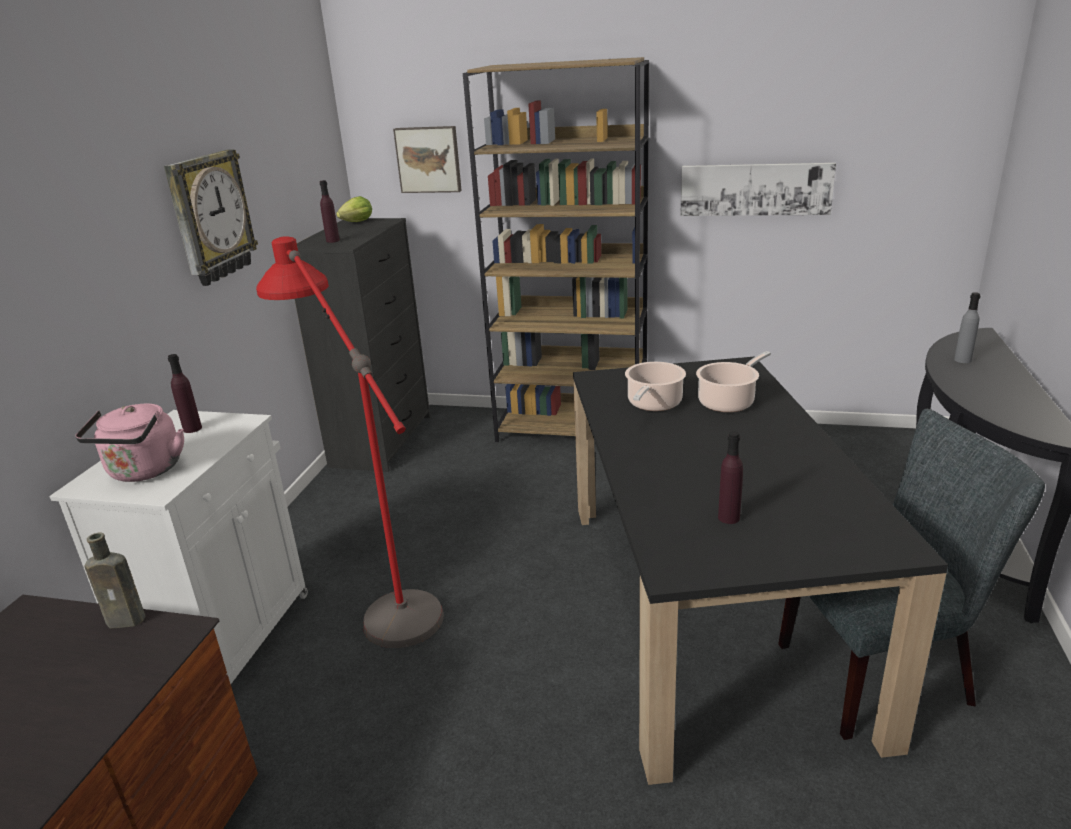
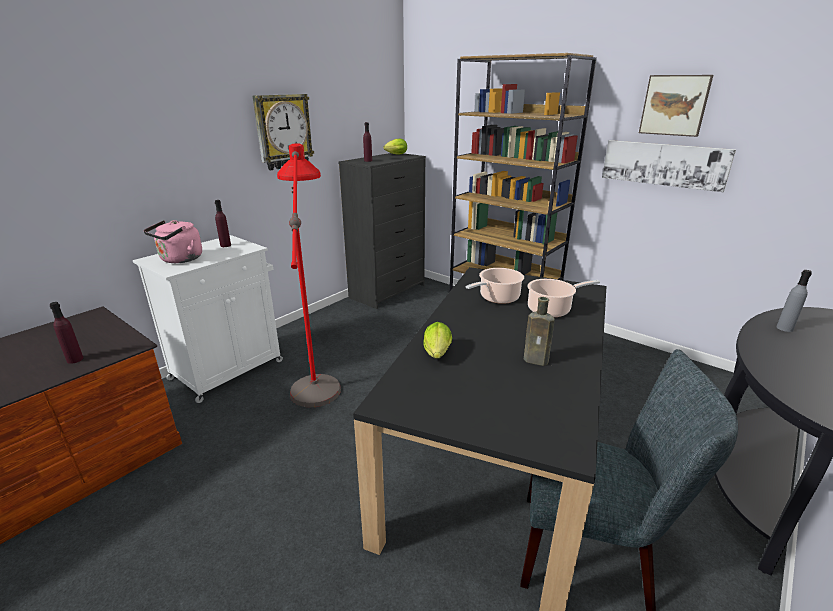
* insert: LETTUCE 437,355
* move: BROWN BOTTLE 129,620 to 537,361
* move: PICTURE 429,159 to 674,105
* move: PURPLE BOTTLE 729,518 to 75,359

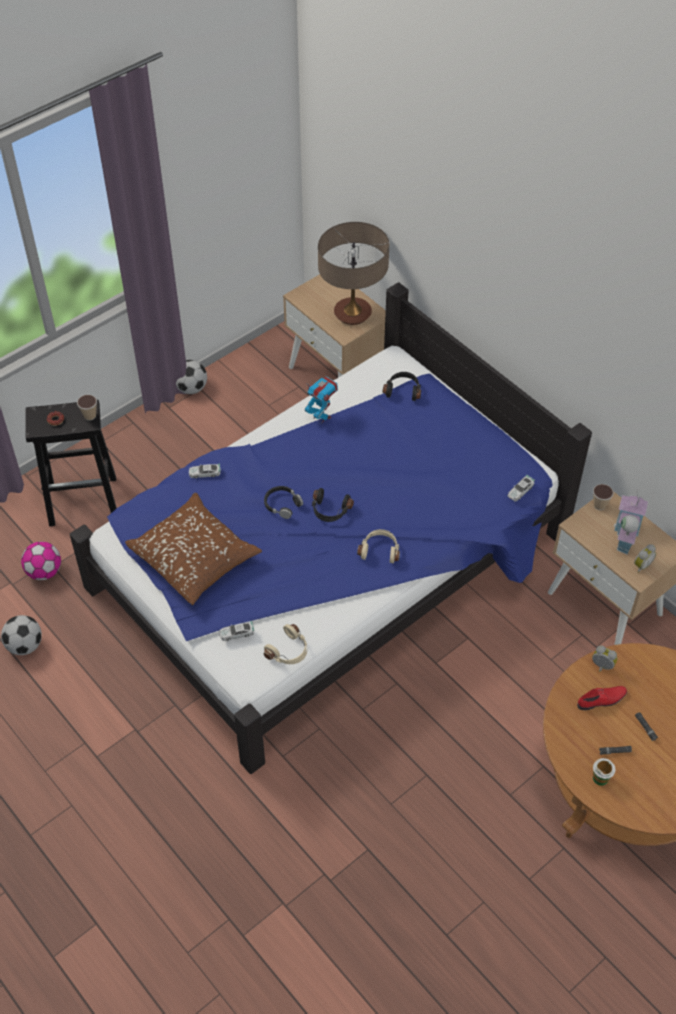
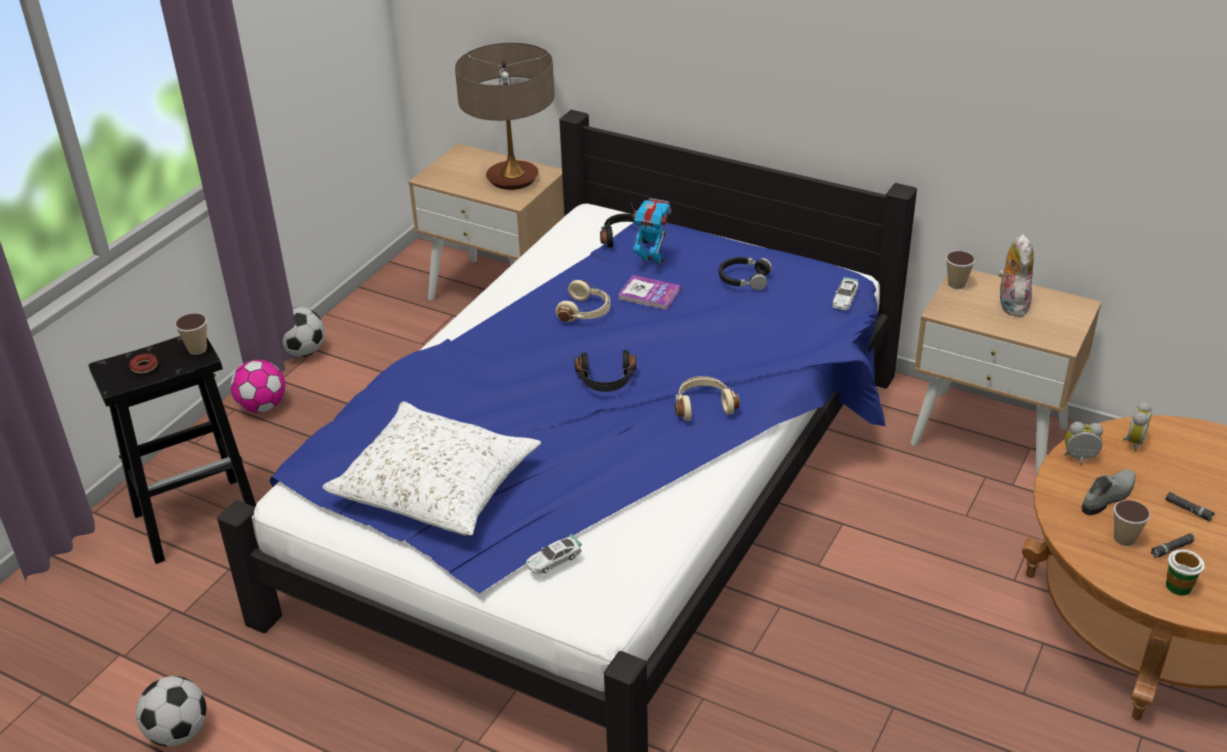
* delete: TOY CAR 204,473
* insert: BOOK 649,294
* insert: CUP 1124,539
* move: FOOTBALL 44,572 to 262,407
* move: BLACK HEADPHONES 282,504 to 744,279
* move: BEIGE HEADPHONES 289,651 to 586,312
* move: TOY ROBOT 321,417 to 652,263
* move: ALARM CLOCK 641,565 to 1132,442
* replace: TOY HOUSE 625,534 to PLUSH TOY 1010,304
* recolor: BROWN PILLOW 195,557 to WHITE PILLOW 437,486
* recolor: RED SHOE 602,700 to GREY SHOE 1109,496

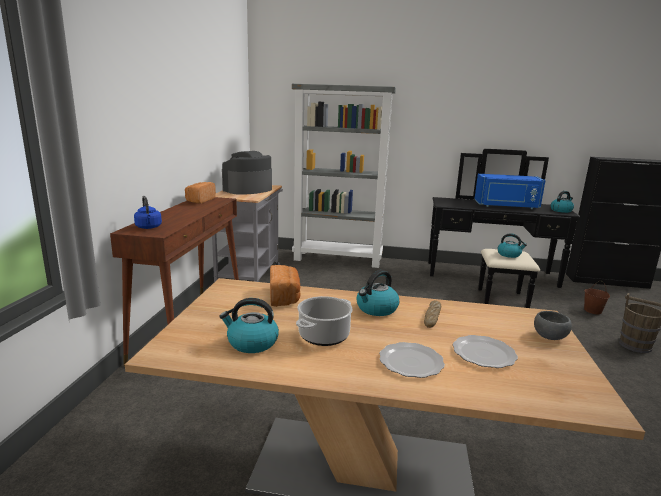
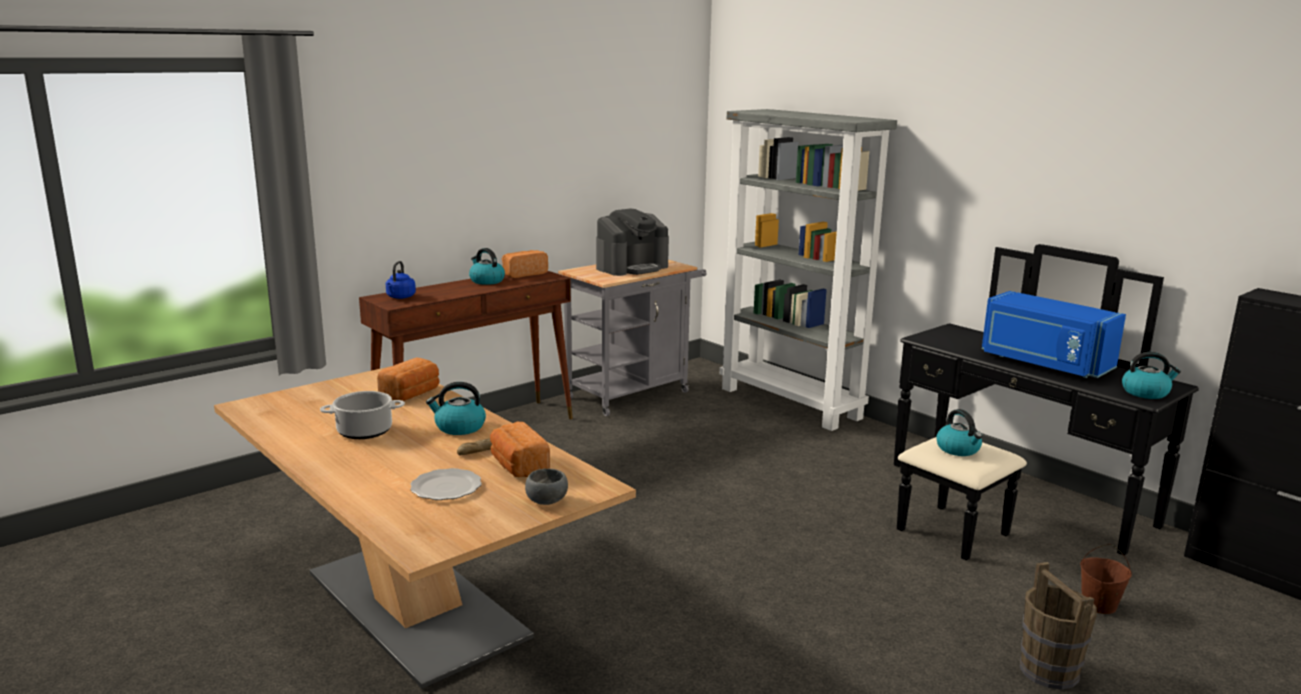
* delete: PLATE 410,362
* insert: BREAD 518,467
* move: KETTLE 251,343 to 486,281
* rotate: COFFEE MACHINE 247,190 = 632,267 150 degrees clockwise

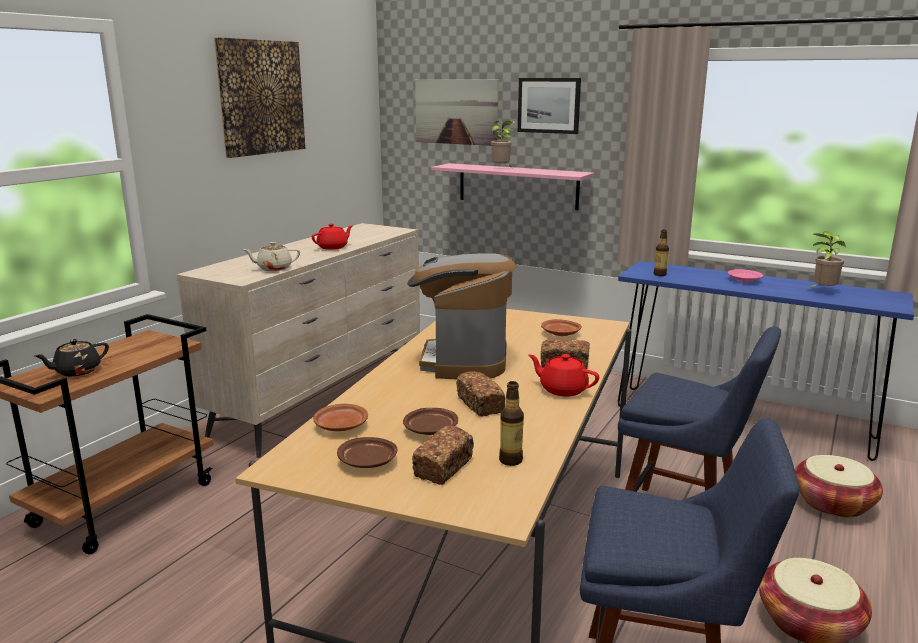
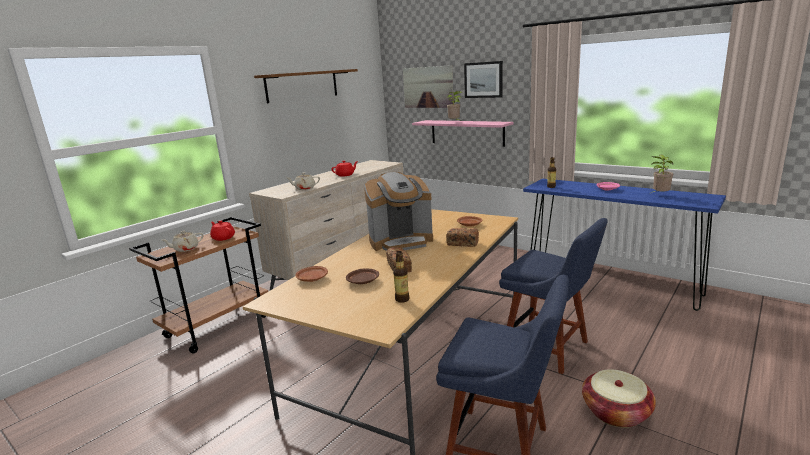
* delete: BROWN PLATE 368,462
* delete: BREAD 443,468
* delete: BASKET 833,503
* move: RED TEAPOT 562,389 to 223,238
* replace: PICTURE 261,97 to BROWN SHELF 302,86
* recolor: BLACK TEAPOT 77,371 to BEIGE TEAPOT 185,249
* rotate: COFFEE MACHINE 463,361 = 401,241 120 degrees counterclockwise

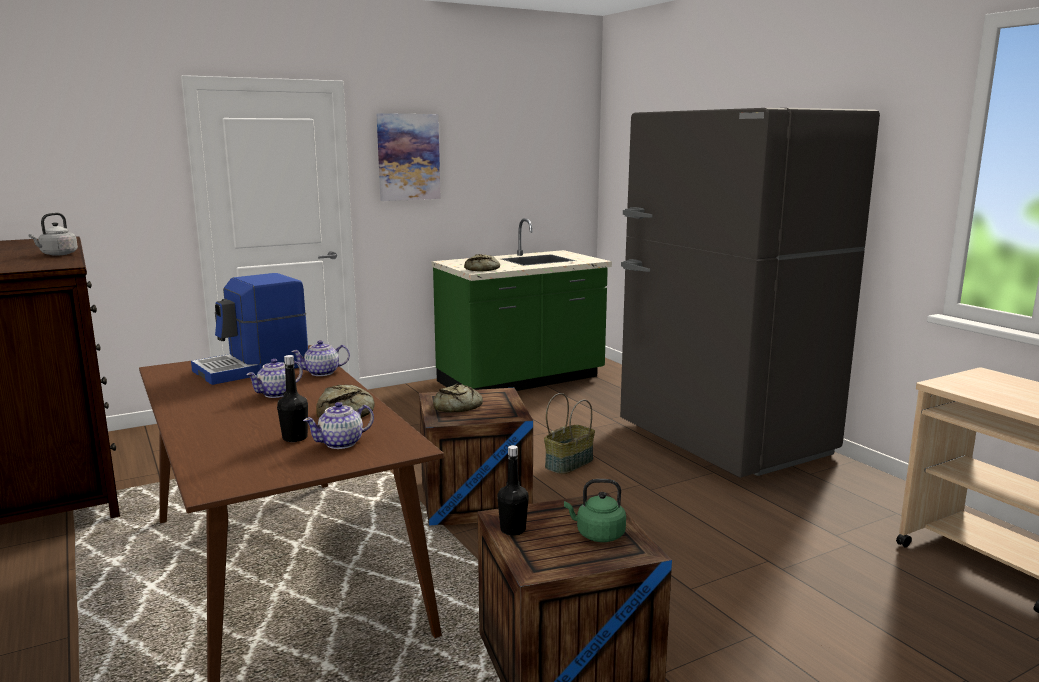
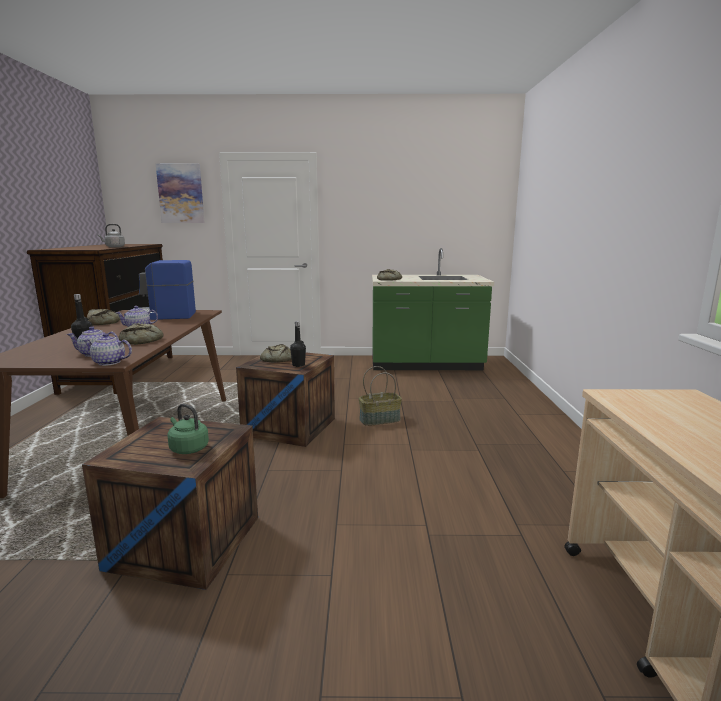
* delete: GREY FRIDGE 723,441
* insert: BREAD 104,322
* move: TEAPOT 322,373 to 109,362
* move: PICTURE 408,157 to 181,193
* move: BLACK BOTTLE 513,530 to 298,365

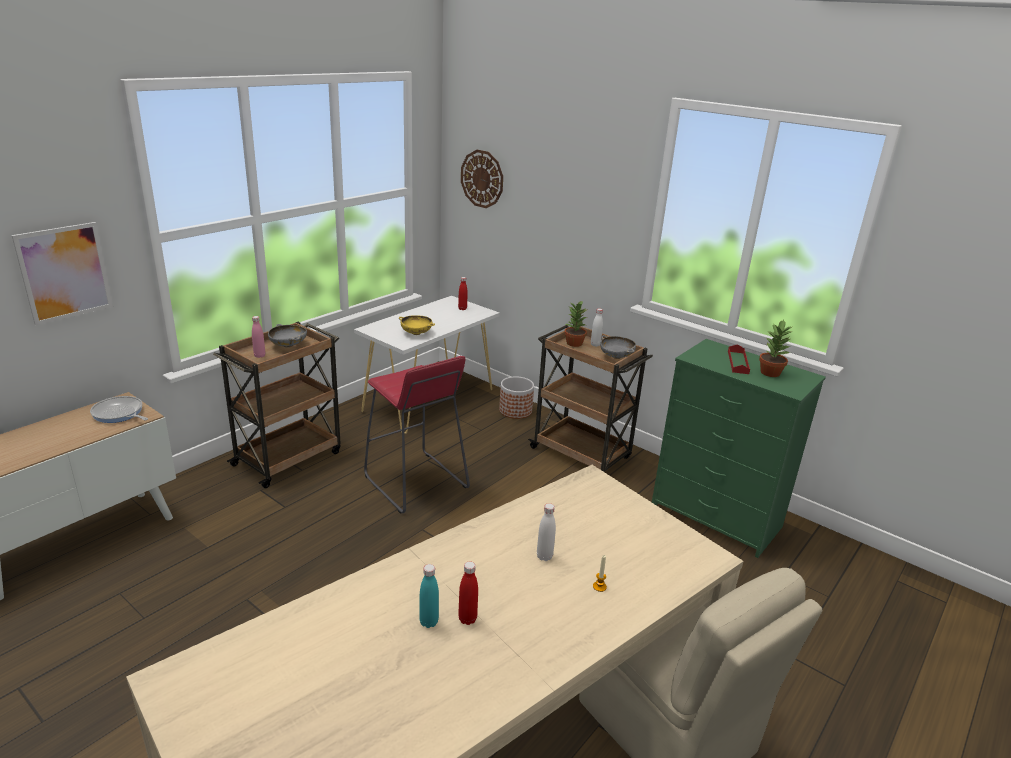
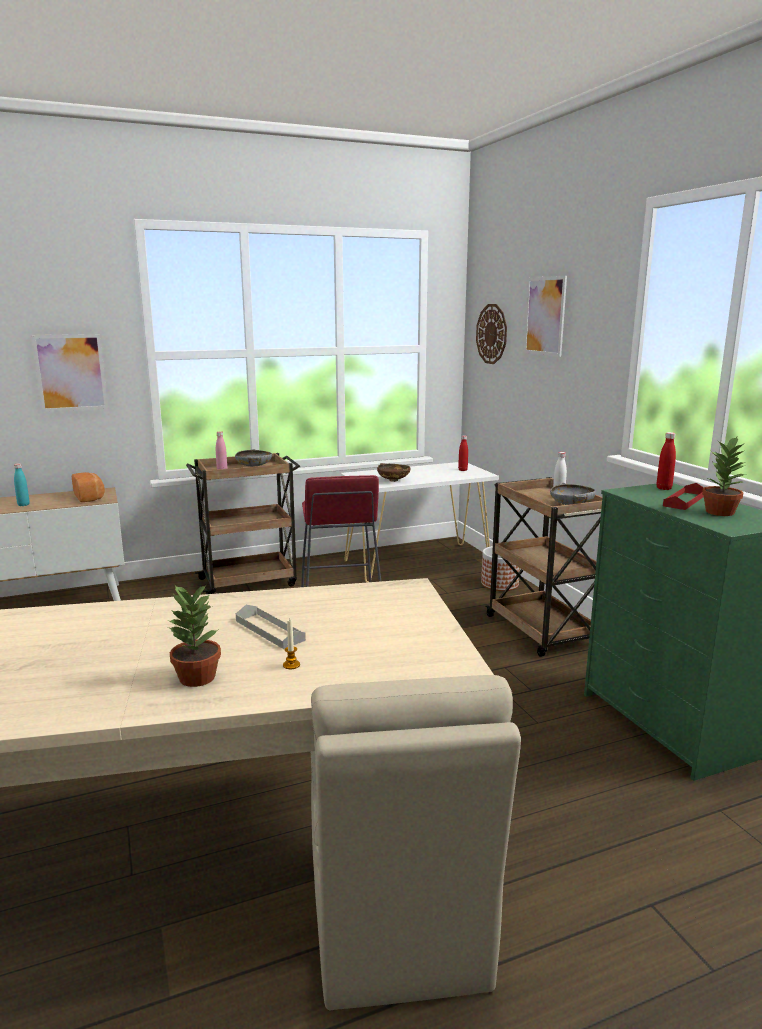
* insert: PICTURE 545,316
* move: TURQUOISE BOTTLE 429,622 to 23,505
* move: RED BOTTLE 467,619 to 664,488
* move: POTTED PLANT 574,343 to 196,677
* replace: FRYING PAN 119,414 to BREAD 90,497
* replace: WHITE BOTTLE 544,556 to GREY TRAY 269,630
* recolor: YELLOW BOWL 416,333 to BROWN BOWL 393,480

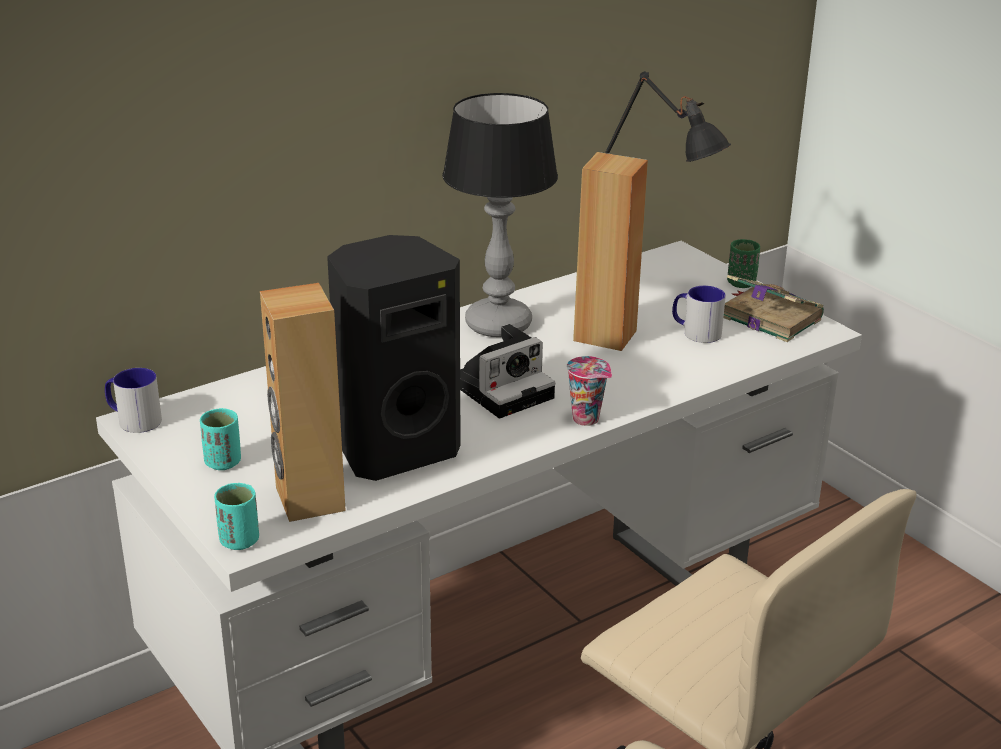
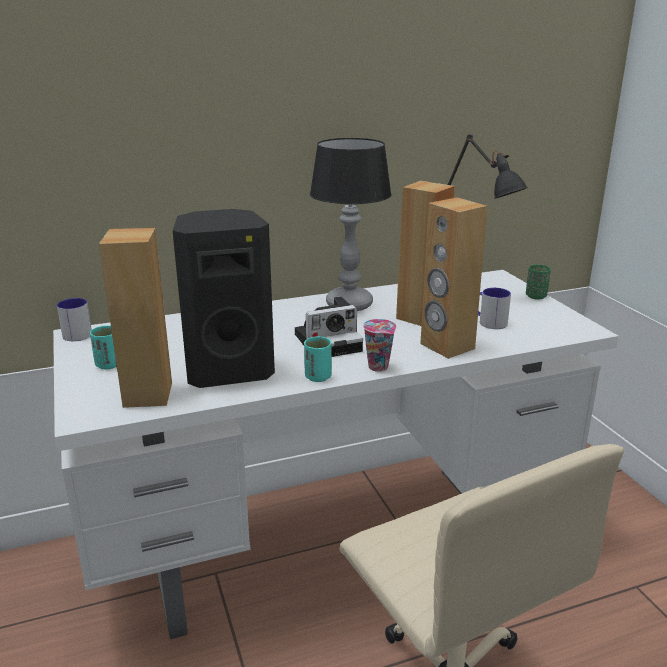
* delete: BOOK 769,317
* insert: BROWN SPEAKER 446,346
* move: TURQUOISE CUP 239,541 to 318,377

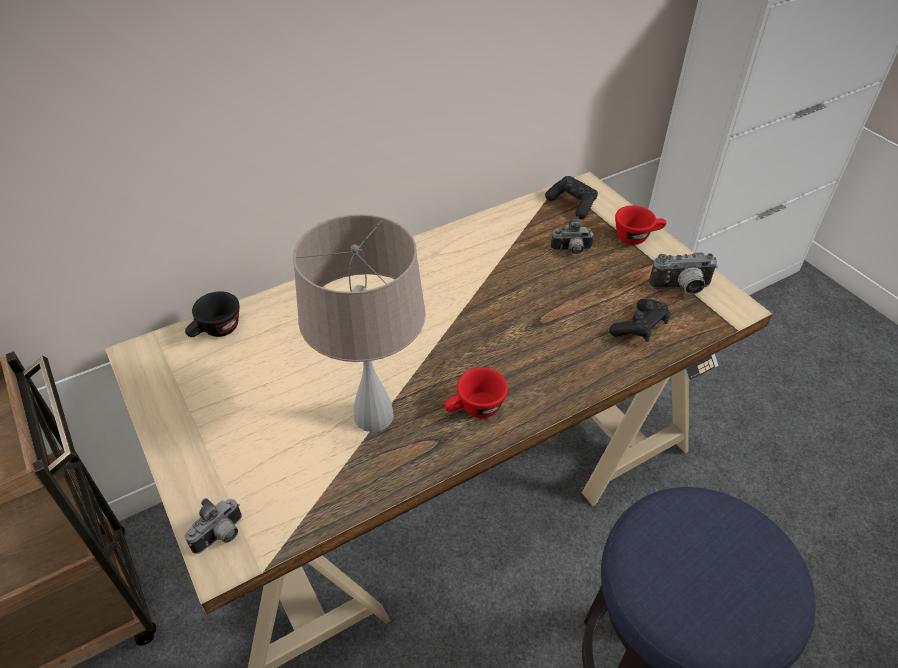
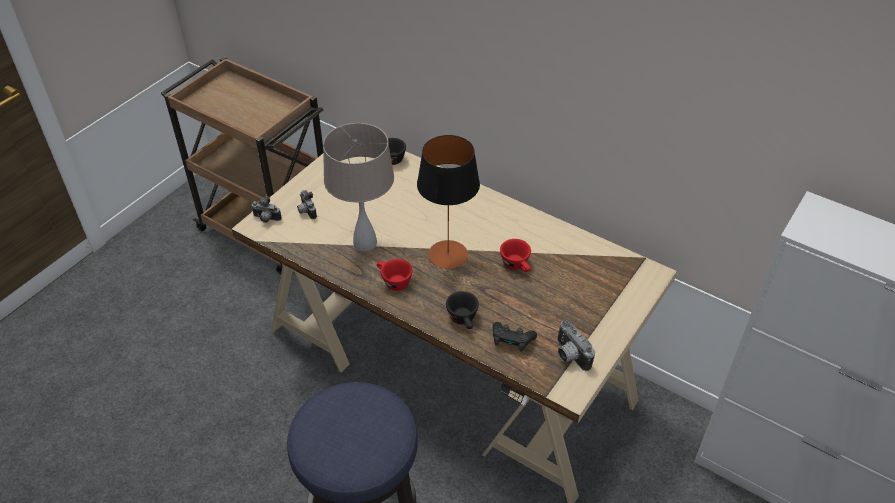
* delete: BLACK GAME CONTROLLER 572,204
* insert: TABLE LAMP 448,254
* insert: BLACK CUP 464,320
* move: PHOTO CAMERA 571,251 to 306,211
* move: RED CUP 637,236 to 517,265

